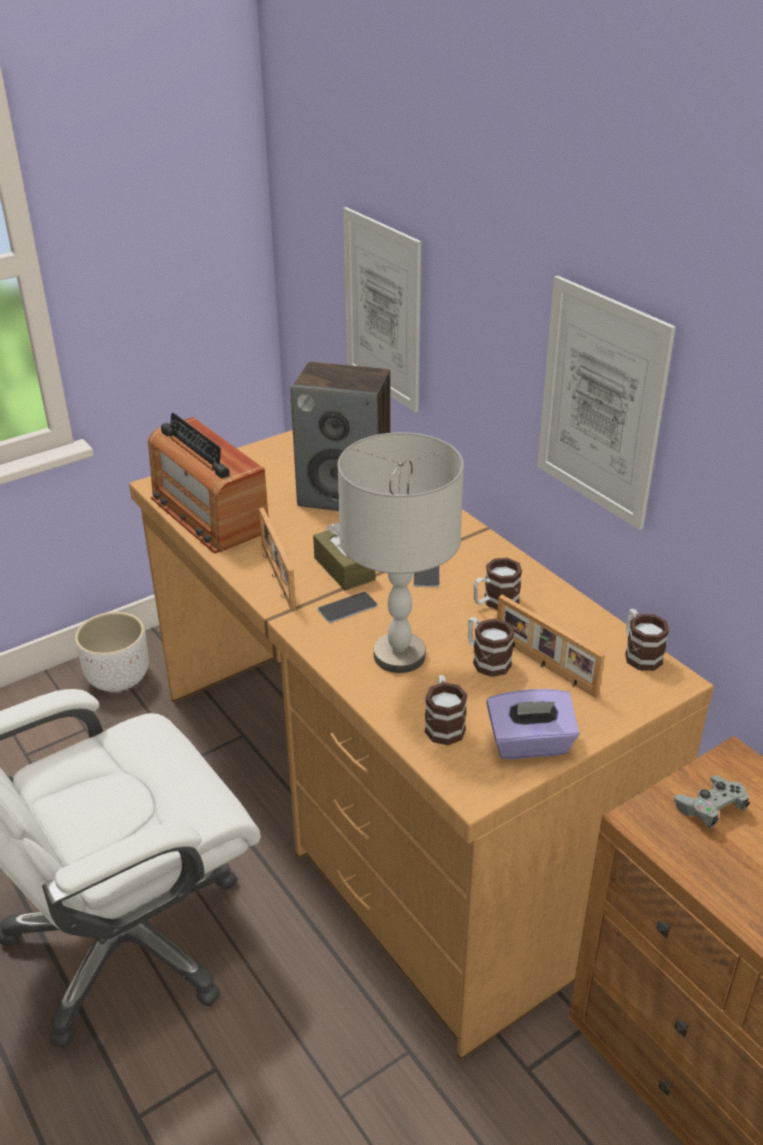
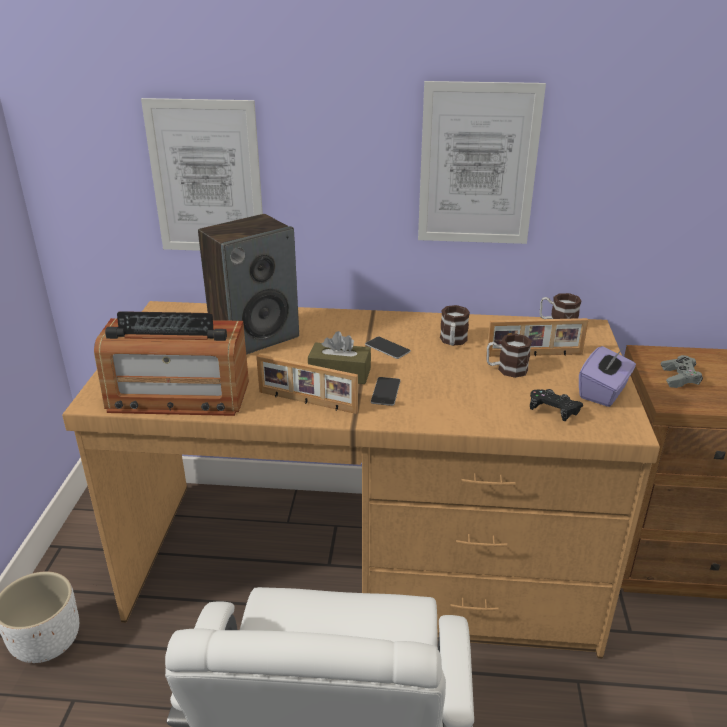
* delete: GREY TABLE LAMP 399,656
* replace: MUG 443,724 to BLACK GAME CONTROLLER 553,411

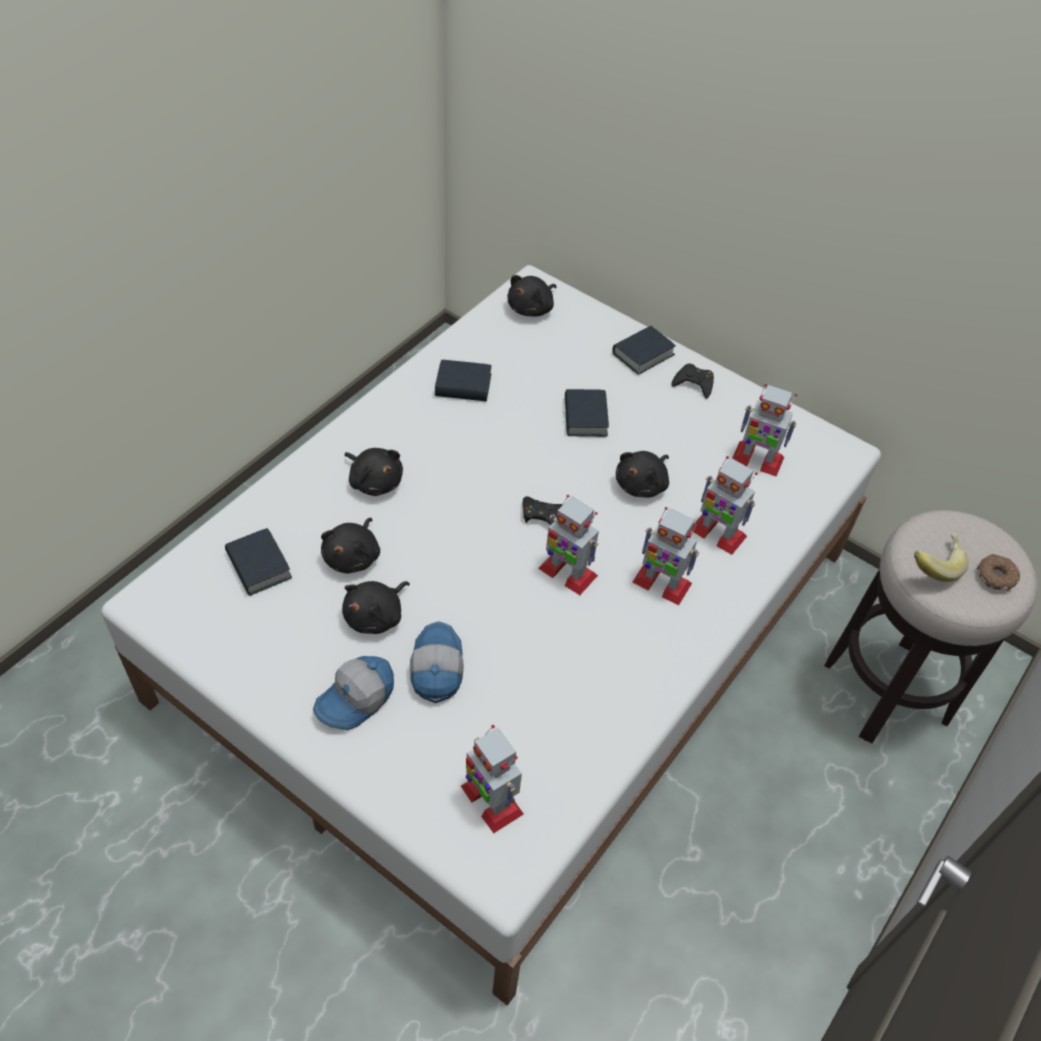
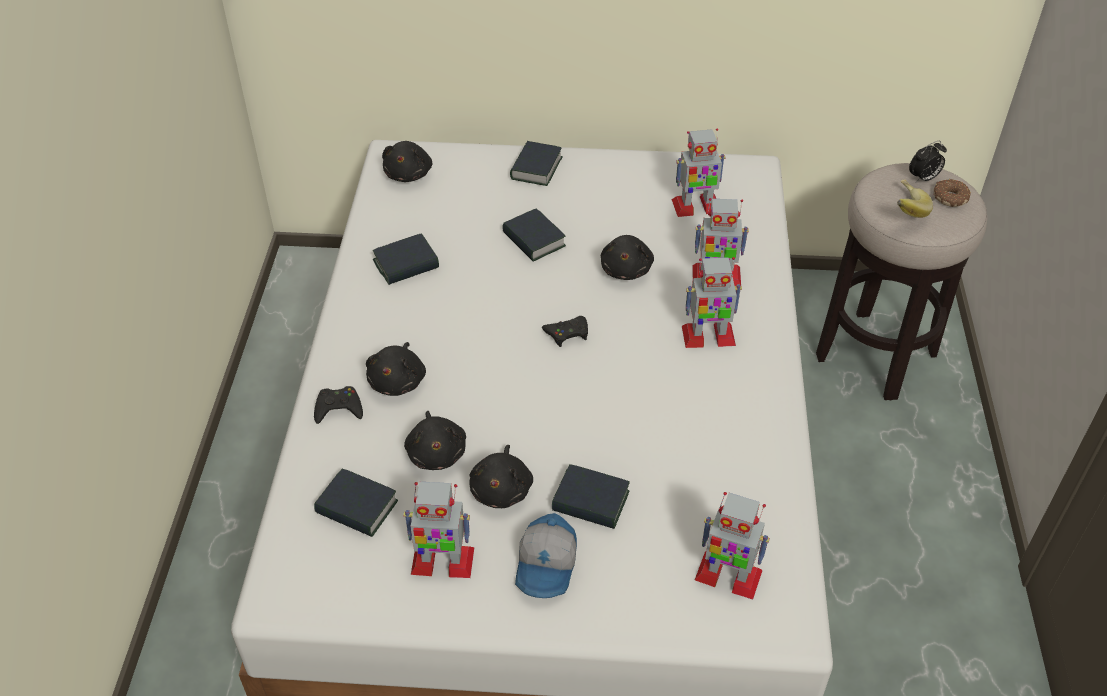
* insert: ALARM CLOCK 923,178
* move: TOY ROBOT 567,572 to 441,561
* move: BLACK GAME CONTROLLER 694,383 to 339,408
* replace: CAP 435,668 to BOOK 590,502
* rotate: BLACK PLUSH TOY 374,481 = 398,381 90 degrees clockwise

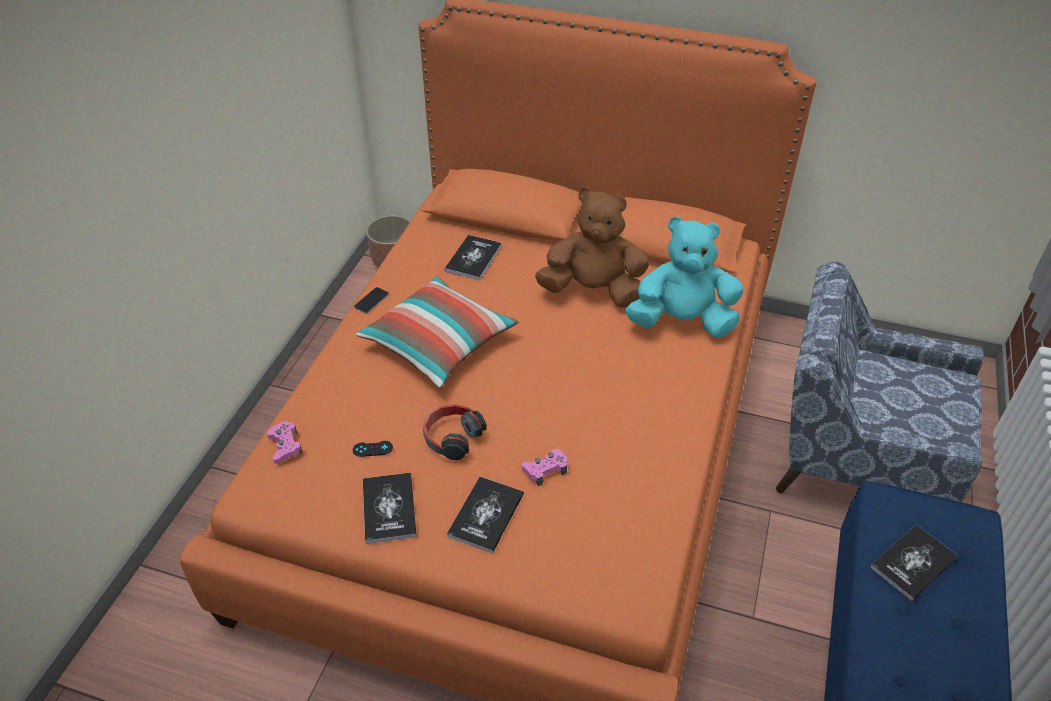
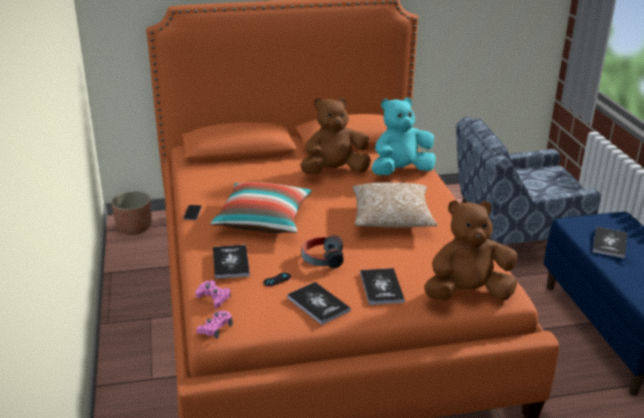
* insert: PILLOW 391,219
* insert: BROWN PLUSH TOY 467,294
* move: BOOK 473,258 to 231,262
* move: PINK GAME CONTROLLER 545,469 to 215,328

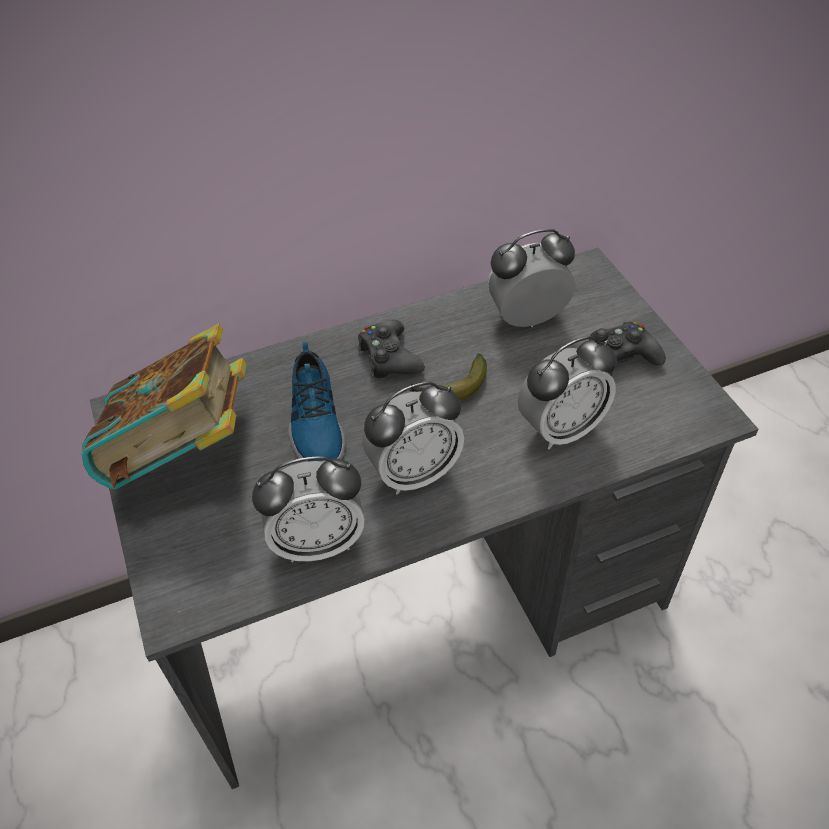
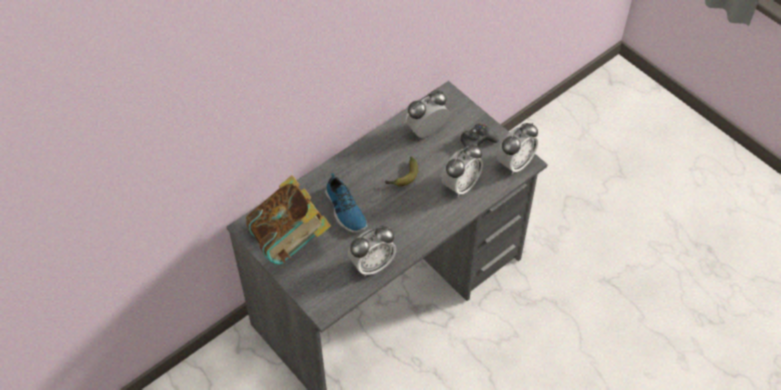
* delete: BLACK GAME CONTROLLER 389,358
* move: ALARM CLOCK 414,472 to 515,163

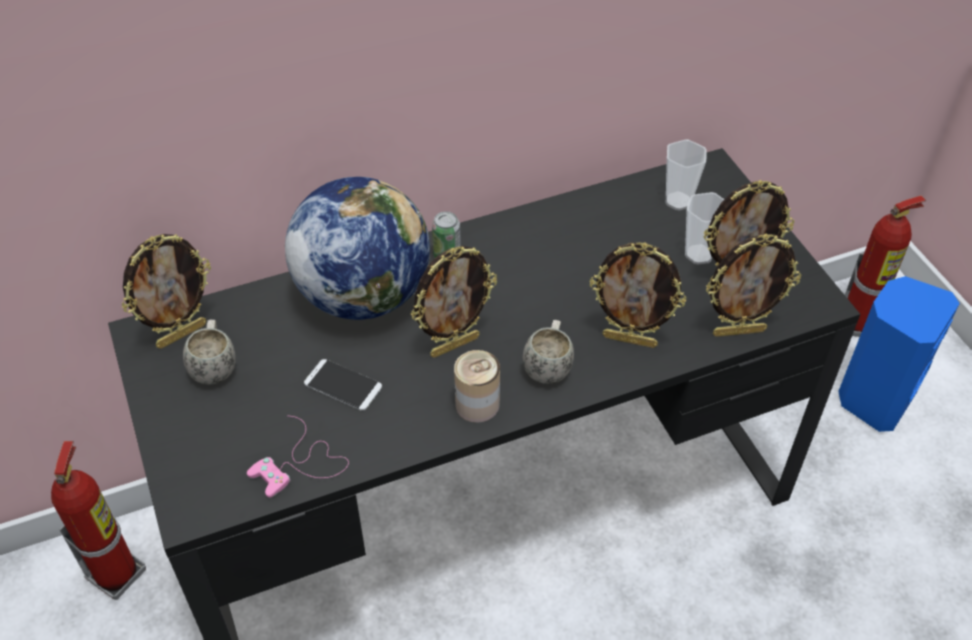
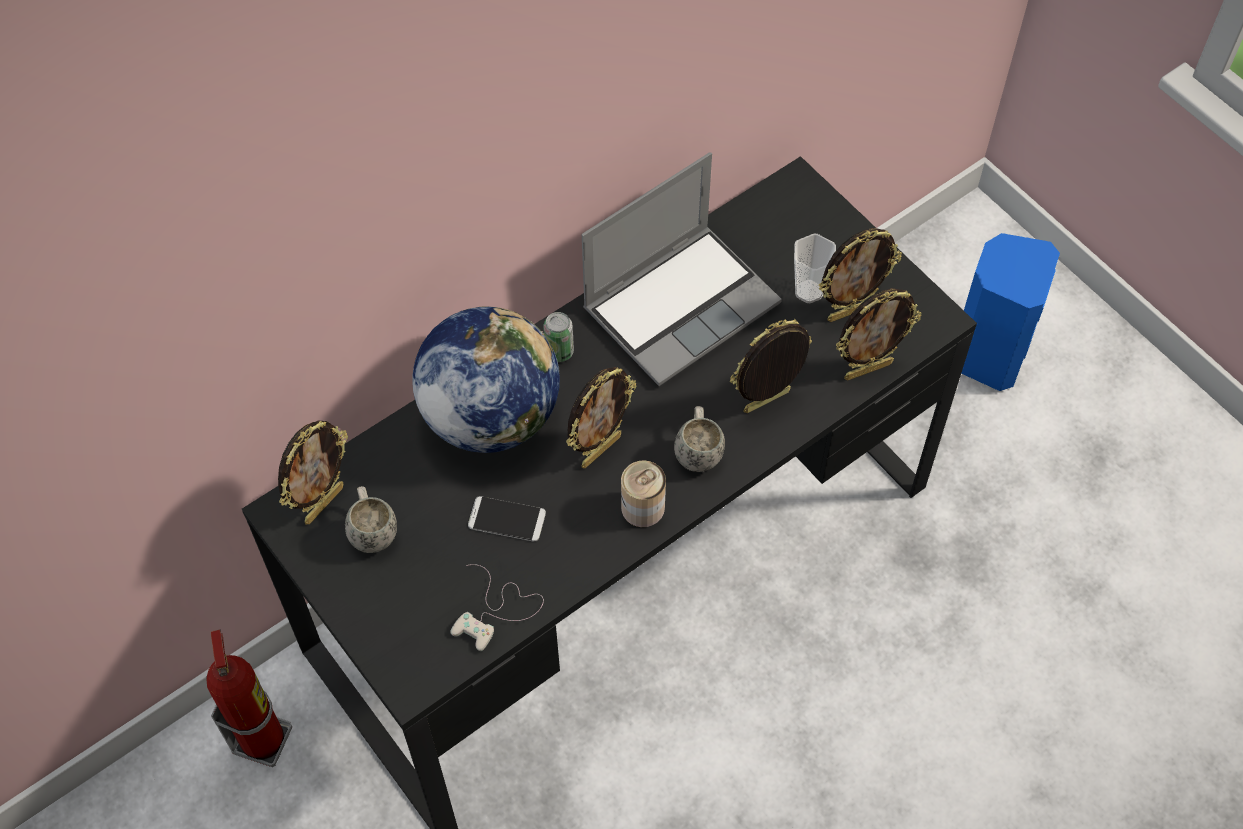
* delete: CUP 678,201
* delete: FIRE EXTINGUISHER 858,324
* insert: LAPTOP 681,304
* recolor: PINK GAME CONTROLLER 300,464 to WHITE GAME CONTROLLER 497,610
* rotate: PICTURE FRAME 630,340 = 767,403 150 degrees clockwise

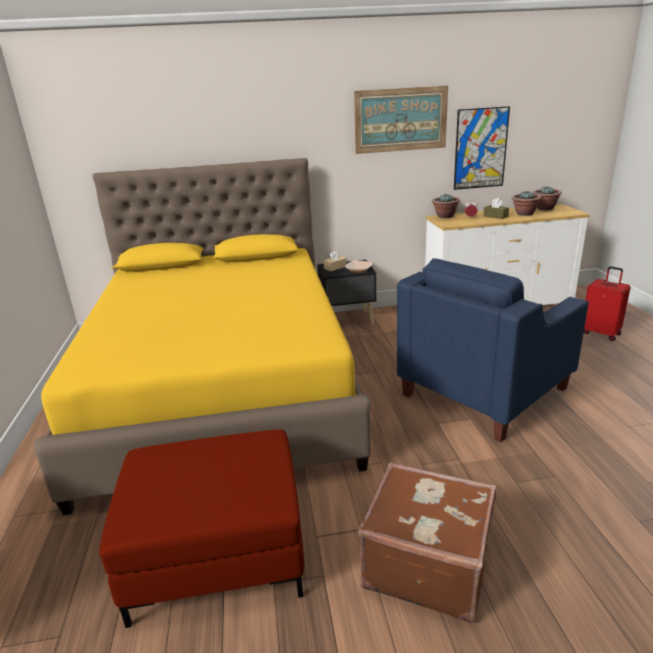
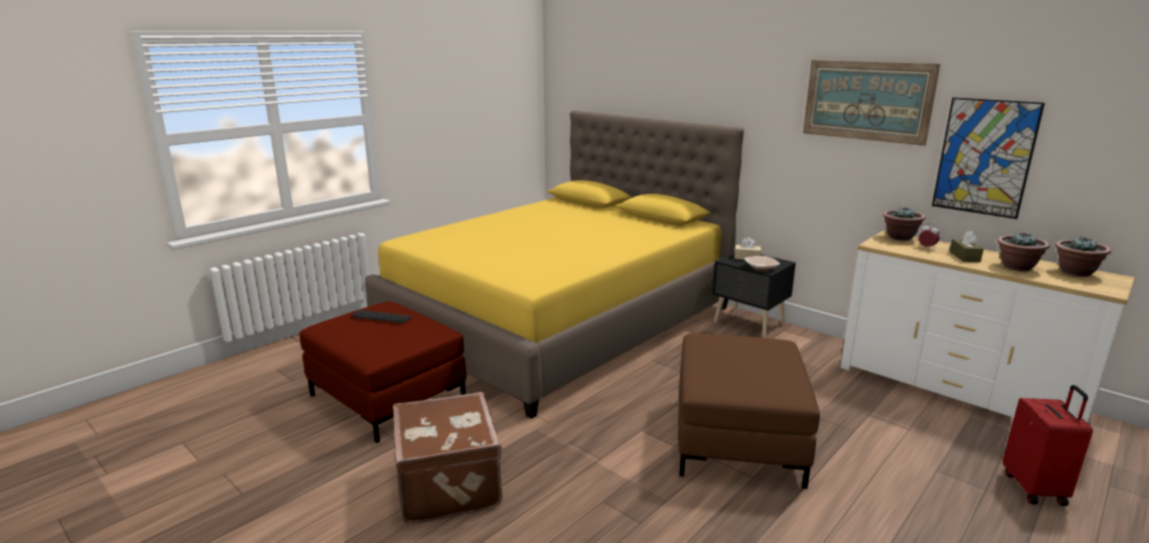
* insert: KEYBOARD 381,318
* replace: BLUE ARMCHAIR 484,391 to BROWN OTTOMAN 736,439

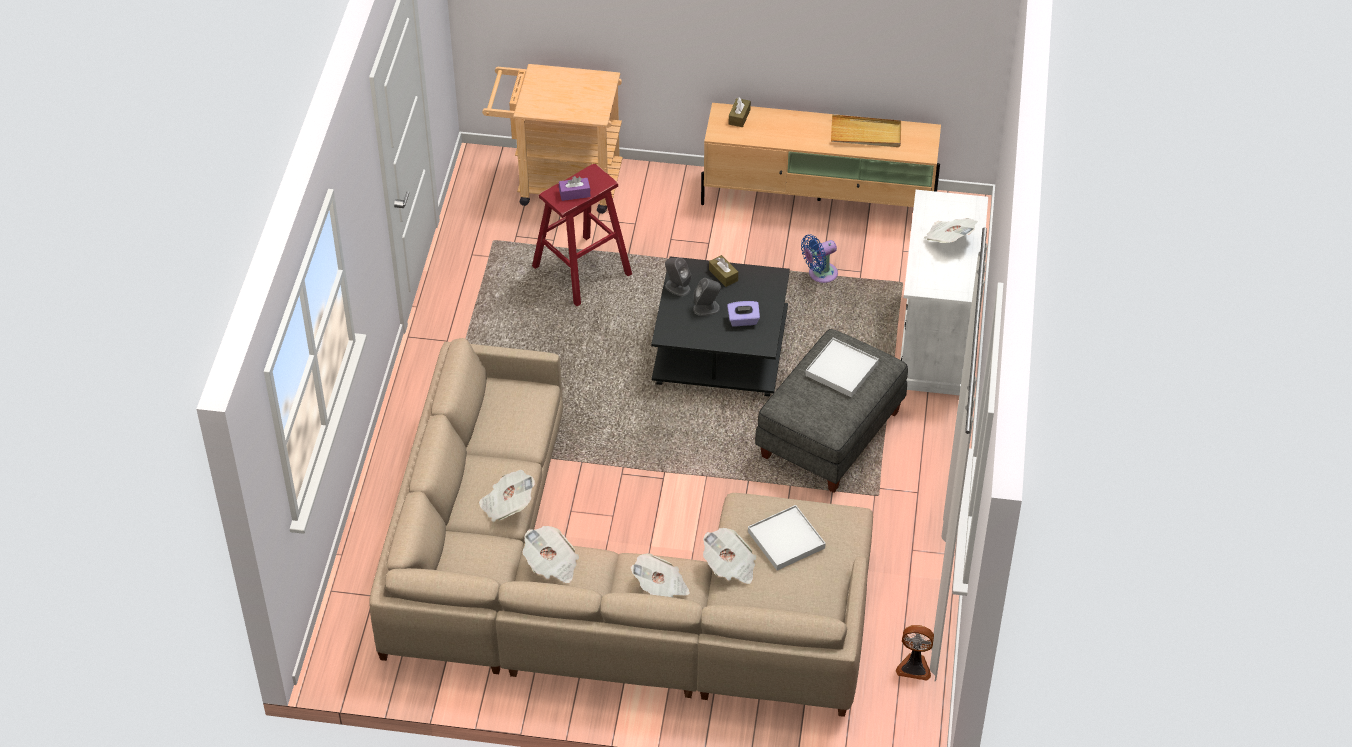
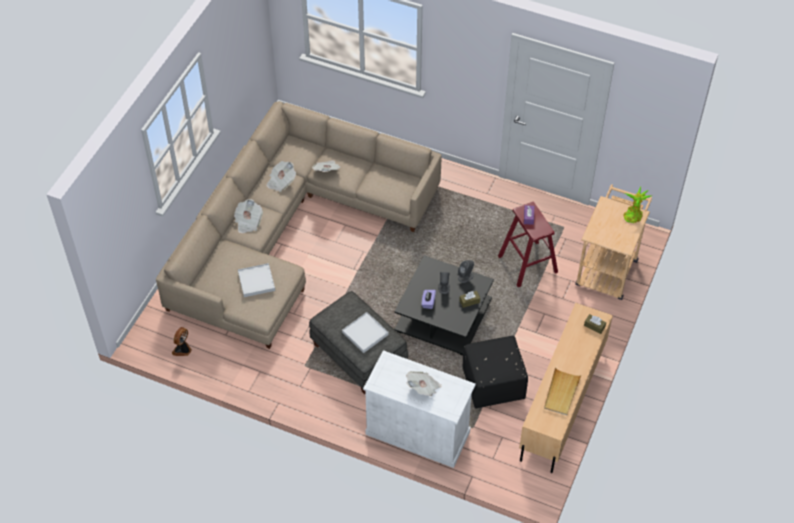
* delete: NEWSPAPER 730,566
* insert: POTTED PLANT 633,215
* replace: BLUE FAN 820,274 to BLACK OTTOMAN 492,384

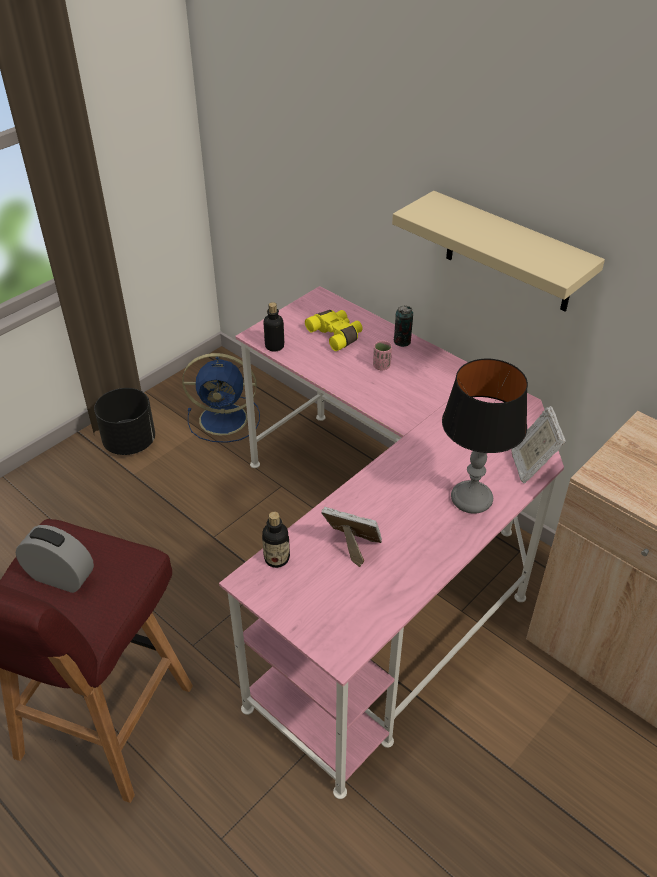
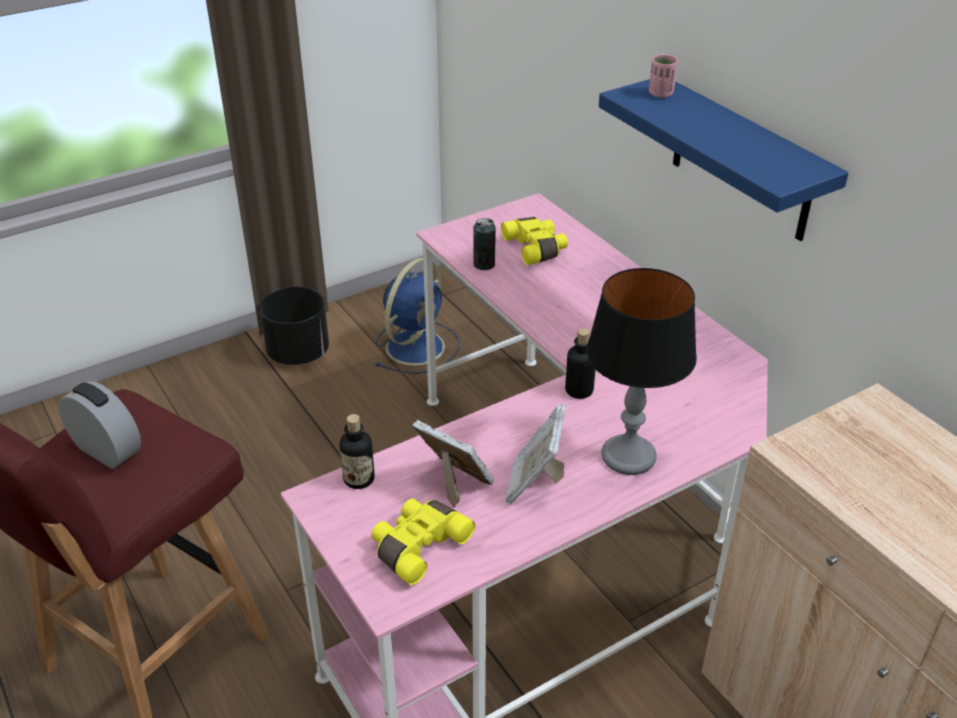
* insert: YELLOW BINOCULARS 417,546
* move: BOTTLE 274,346 to 579,390
* move: PINK CUP 381,366 to 661,94
* move: CAN 402,342 to 484,264
* move: PICTURE FRAME 532,465 to 534,484
* recolor: BEIGE SHELF 509,253 to BLUE SHELF 741,160
* rotate: BLUE FAN 225,419 = 417,346 75 degrees counterclockwise

